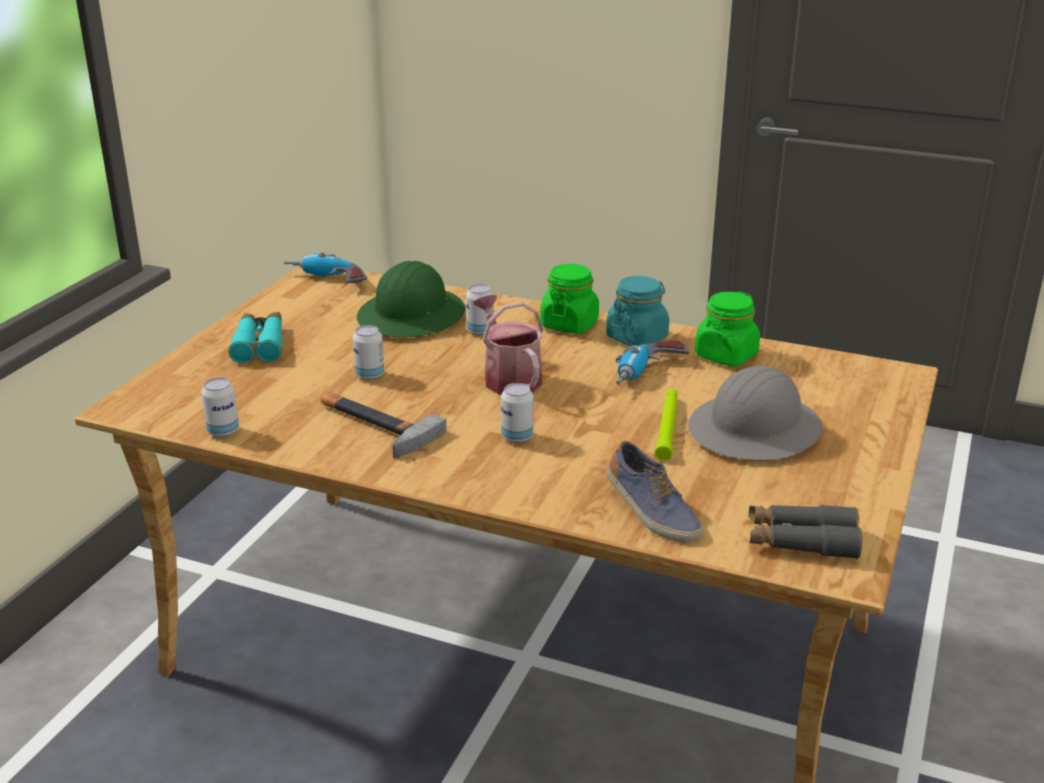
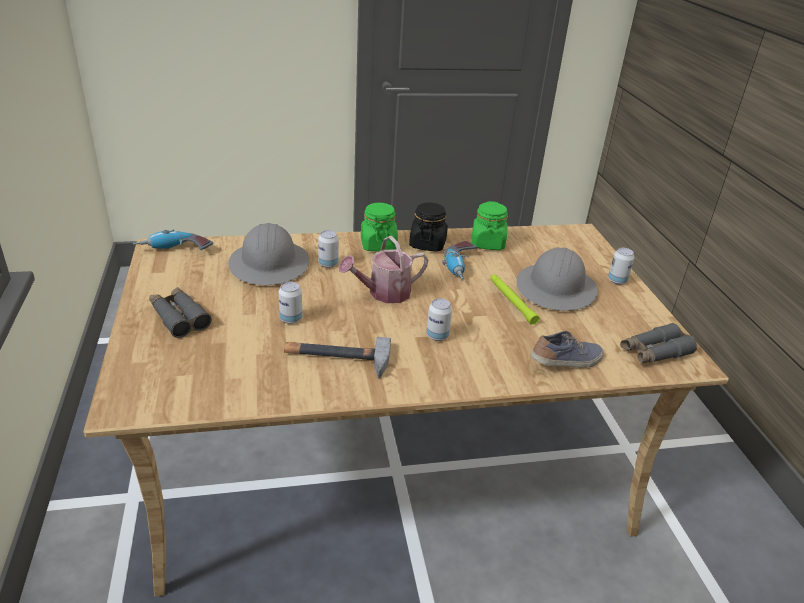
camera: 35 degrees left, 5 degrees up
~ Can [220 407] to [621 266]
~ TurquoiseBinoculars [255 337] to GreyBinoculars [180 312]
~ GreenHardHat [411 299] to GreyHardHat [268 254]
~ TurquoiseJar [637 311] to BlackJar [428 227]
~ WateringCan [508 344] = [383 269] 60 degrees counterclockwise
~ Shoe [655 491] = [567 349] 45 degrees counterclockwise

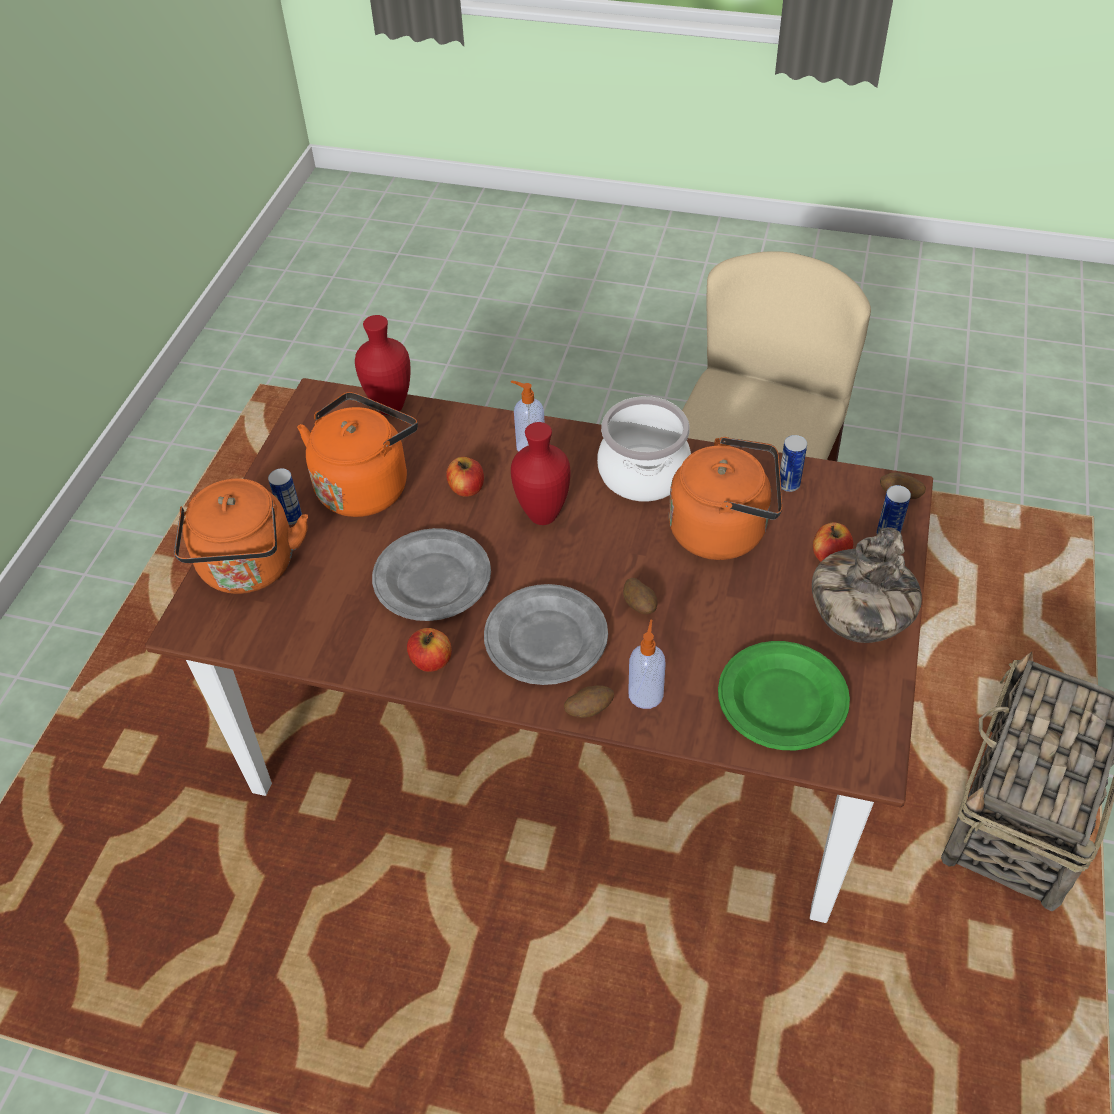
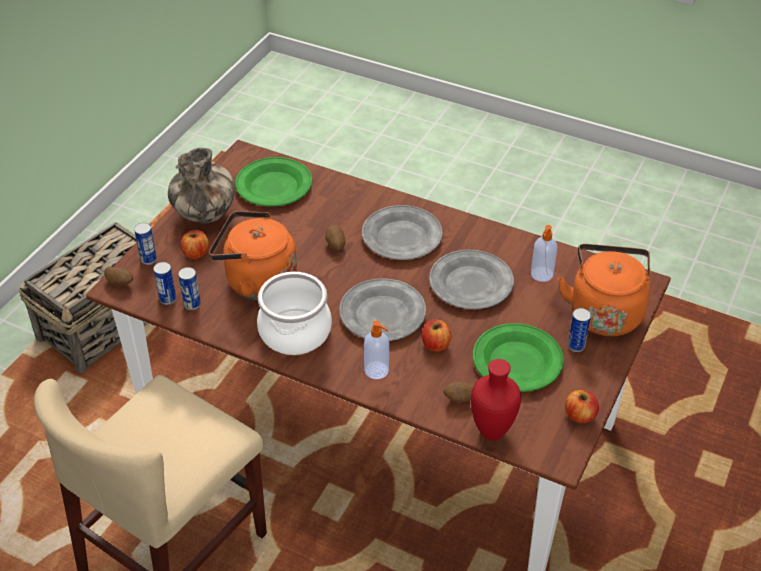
camera: 170 degrees left, 5 degrees down
+ Can [164 283]
~ Apple [429 650] to [582 406]
~ Potato [589 701] to [459 392]
~ SoapDispenser [647 664] to [544 253]
~ OrangeKettle [357 454] to GreenPlate [518 357]
~ RedVase [541 473] to GreyPlate [382 309]

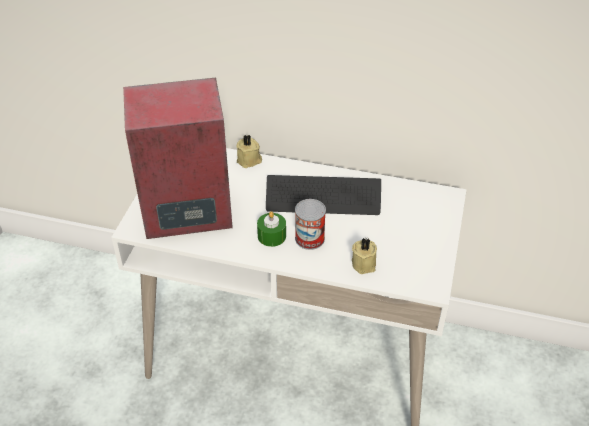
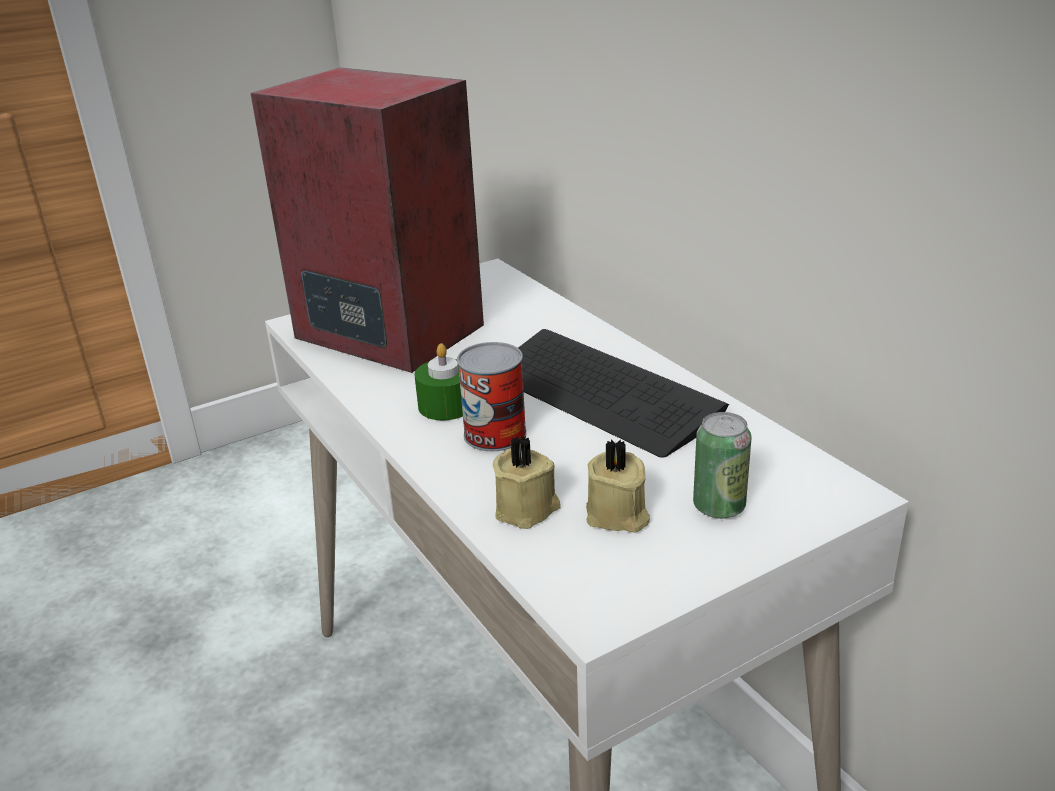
camera: 45 degrees right, 15 degrees down
+ Can [722 465]
~ BeigeCandle [249 151] to [618 486]

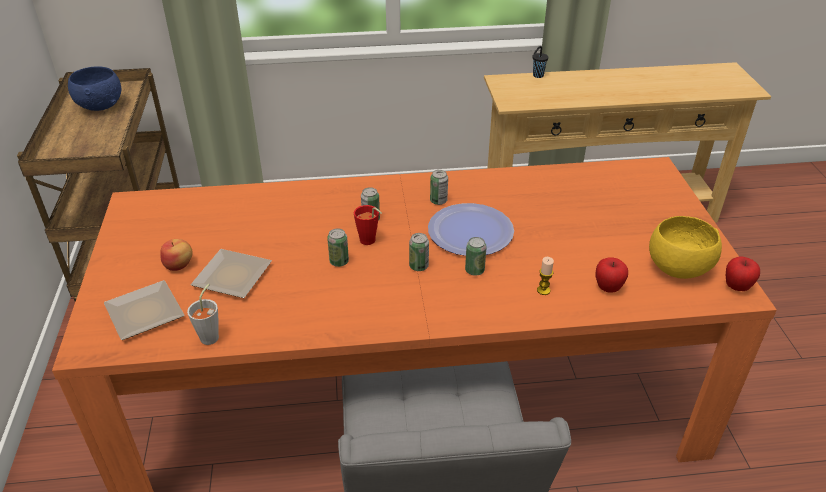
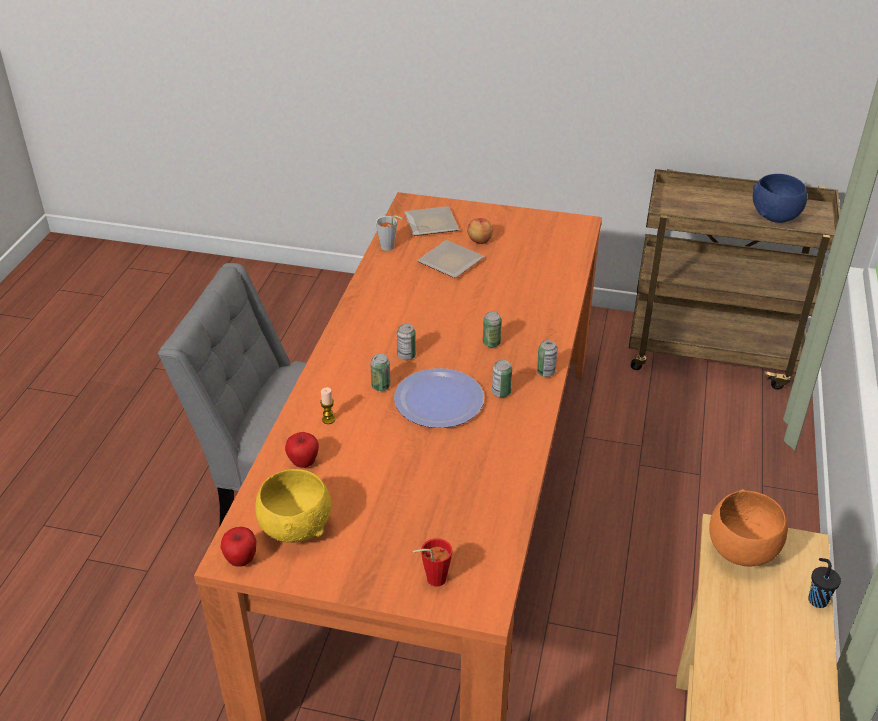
camera: 110 degrees right, 0 degrees up
+ OrangeBowl [748 528]
~ Can [338 247] to [547 358]
~ RedCup [368 225] to [432 562]

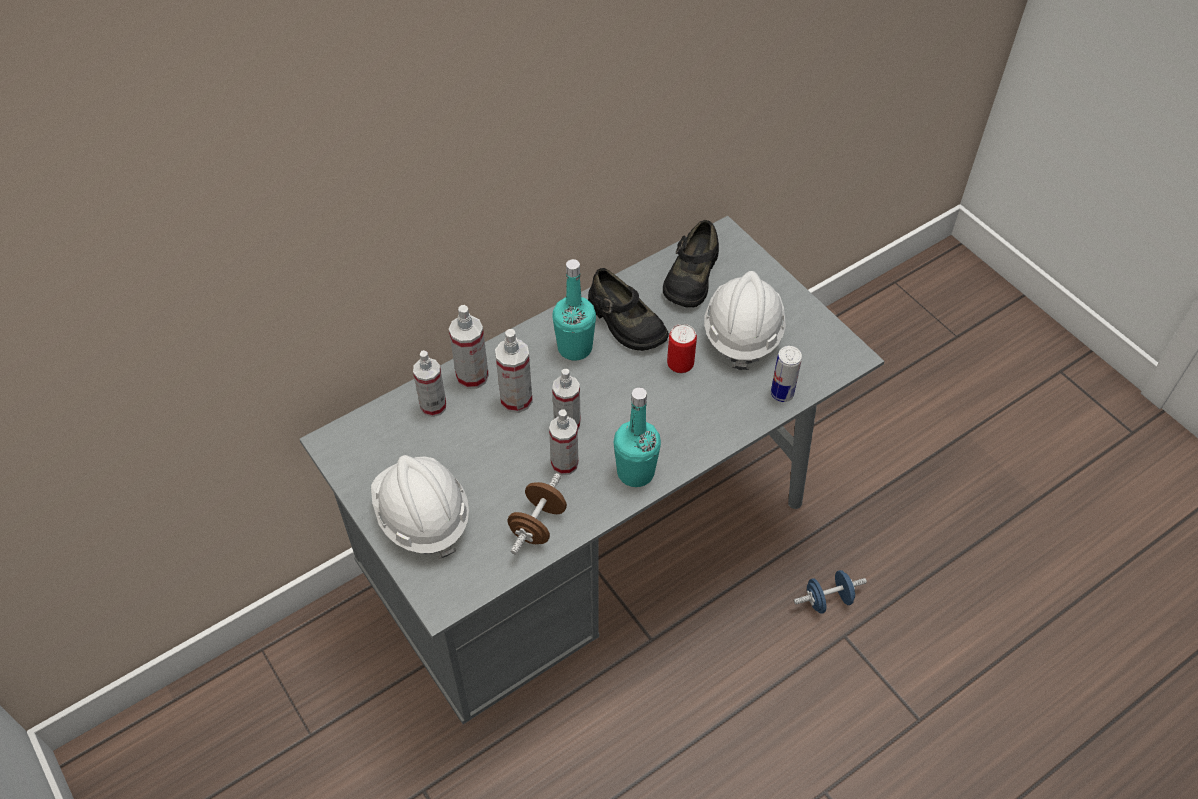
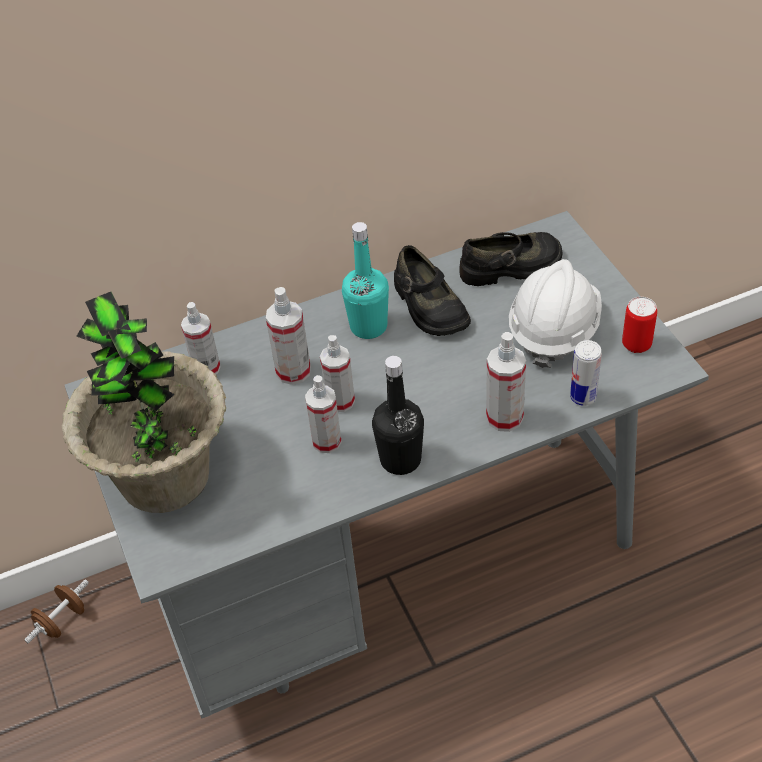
camera: 15 degrees right, 5 degrees down
- BlueDumbbell [830 592]
~ SprayBottle [469 347] to [506 382]
~ BrownDumbbell [537 513] to [57 611]
~ Can [682 348] to [639 325]
~ WhiteHardHat [420 507] to PottedPlant [144 402]
~ TurquoiseBottle [637 437] to BlackBottle [398 415]
~ BlackShoe [691 264] = [510 259] 135 degrees counterclockwise

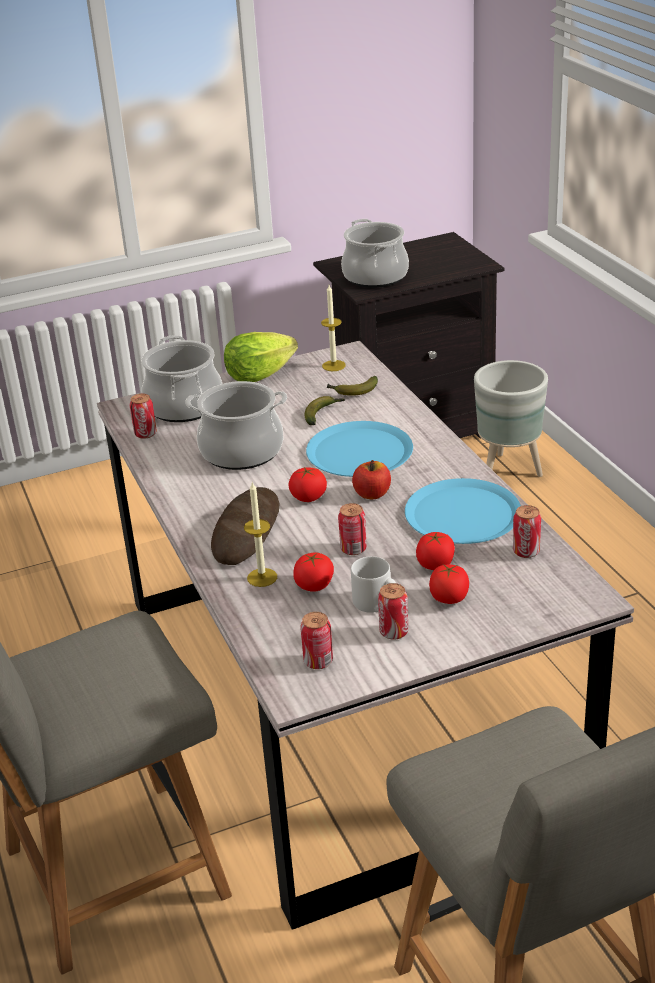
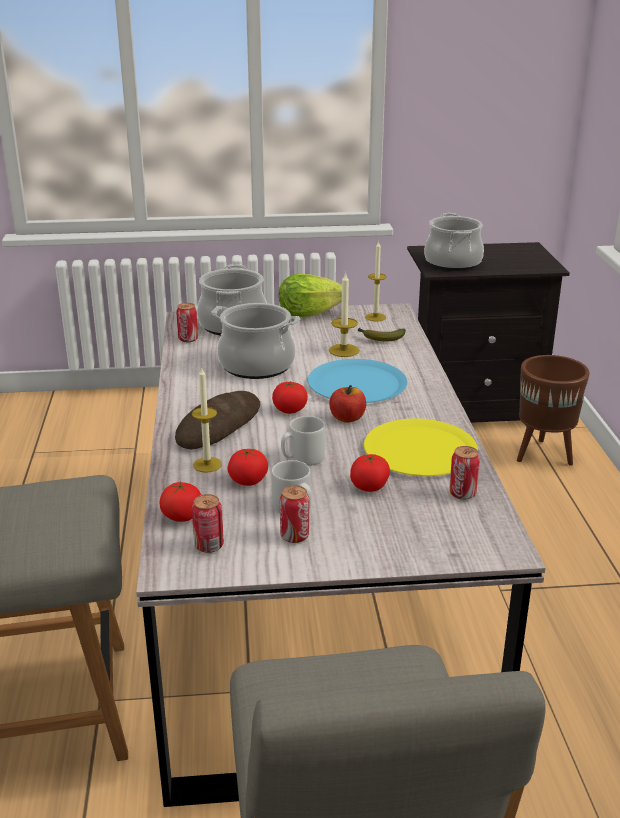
camera: 15 degrees right, 5 degrees down
~ Tomato [449 584] to [180 501]
~ Banana [324 410] to Candle [344 314]
~ Can [352 529] to GreyMug [303 441]
~ BluePlate [463 511] to YellowPlate [421 447]
~ GreyPlanter [511 418] to BrownPlanter [553 410]

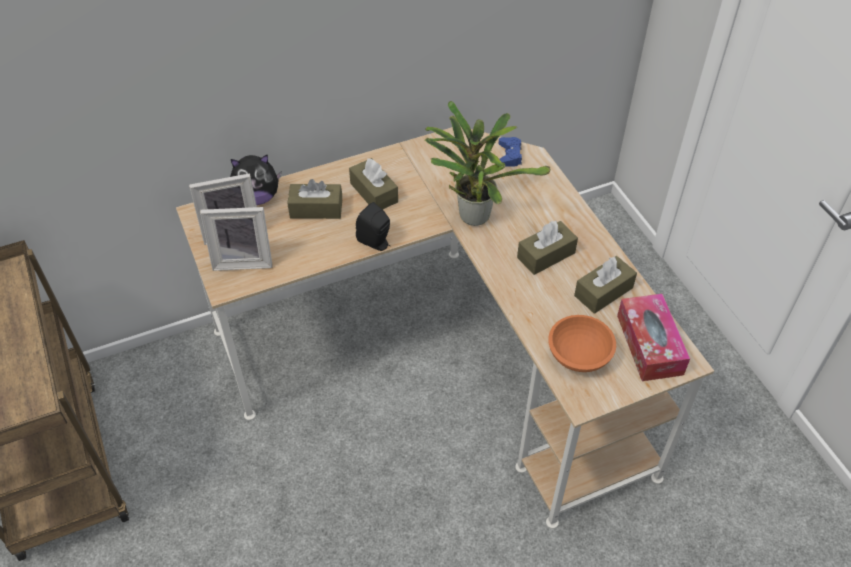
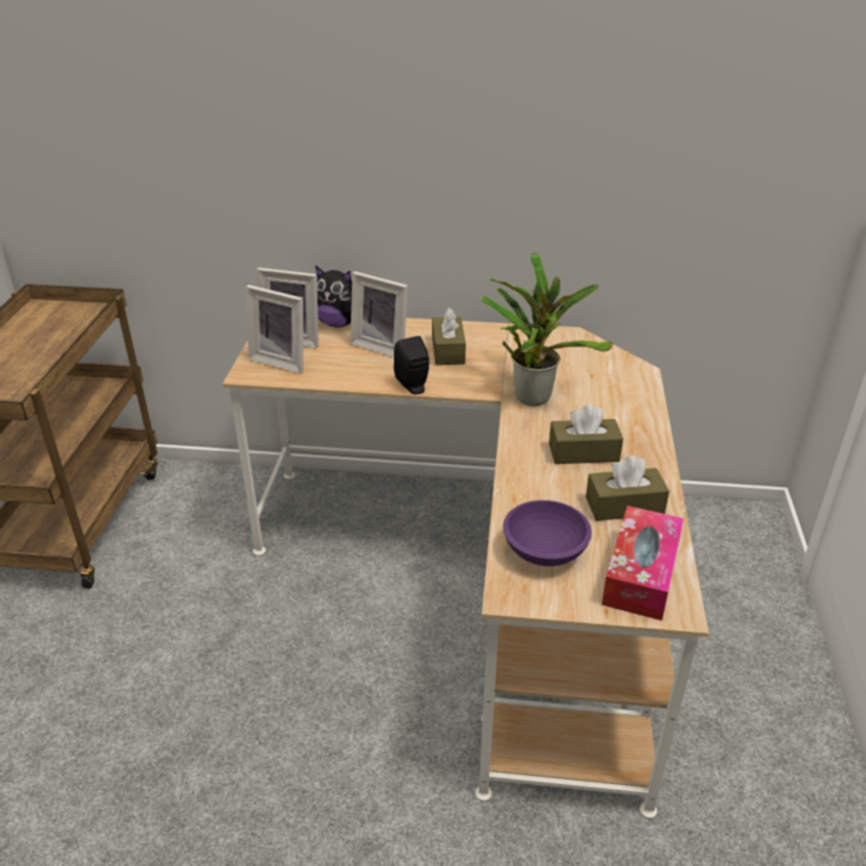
camera: 30 degrees right, 15 degrees down
- BlueGameController [510 152]
~ BrownTissueBox [314 199] to PictureFrame [379 314]
~ OrangeBowl [582 343] to PurpleBowl [547 533]

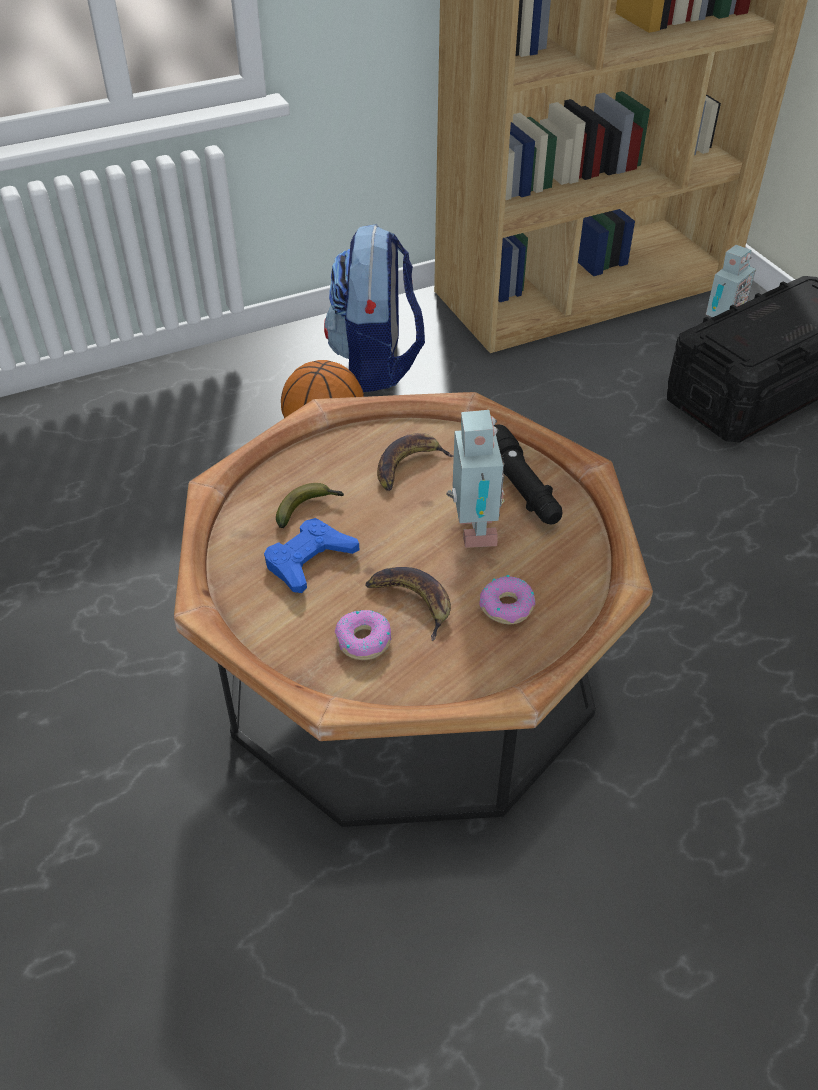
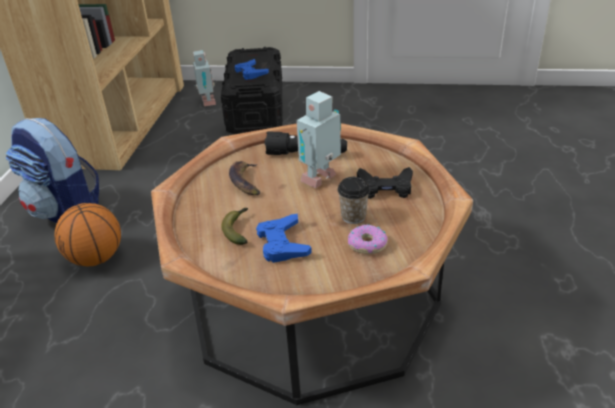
camera: 55 degrees left, 10 degrees down
+ BlueGameController [252 69]
~ Banana [408 604] to Cup [353 200]
~ Donut [507 599] to BlackGameController [385 183]
~ ToyRobot [475 479] = [318 139] 75 degrees counterclockwise

